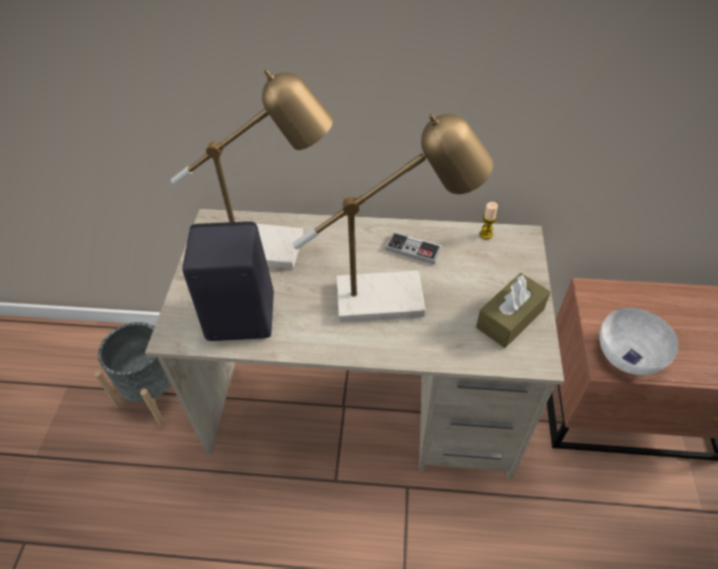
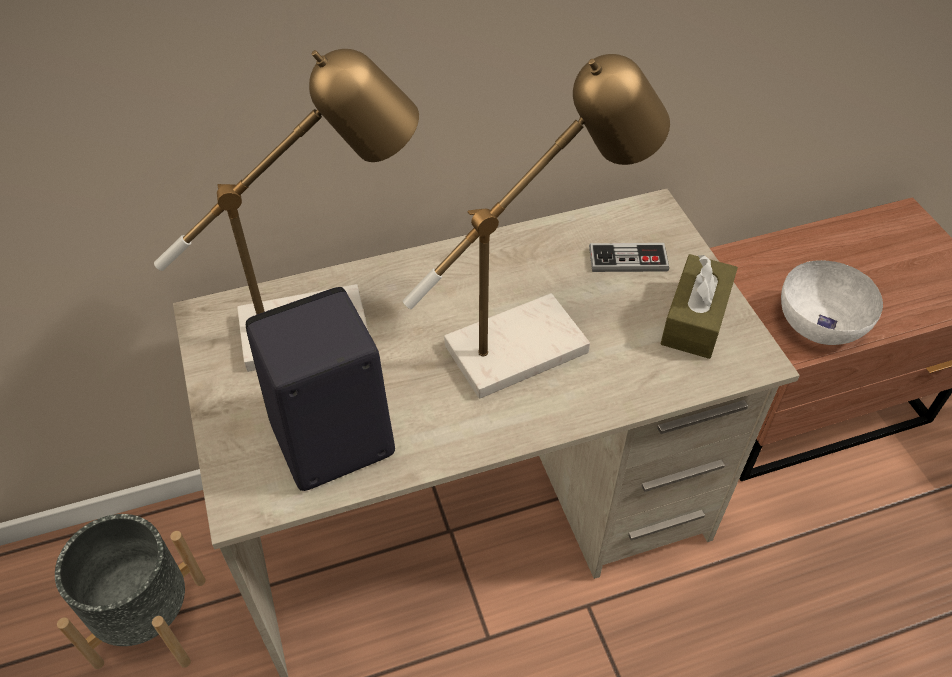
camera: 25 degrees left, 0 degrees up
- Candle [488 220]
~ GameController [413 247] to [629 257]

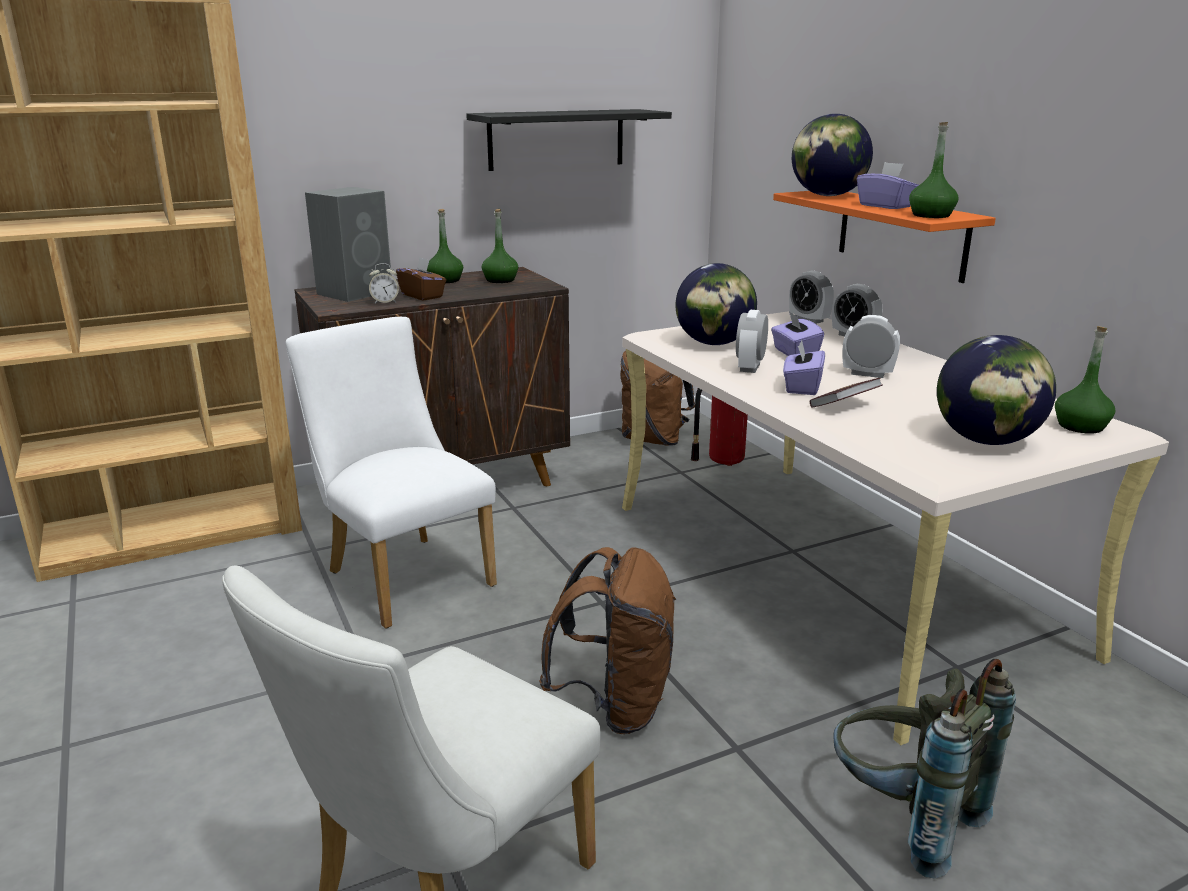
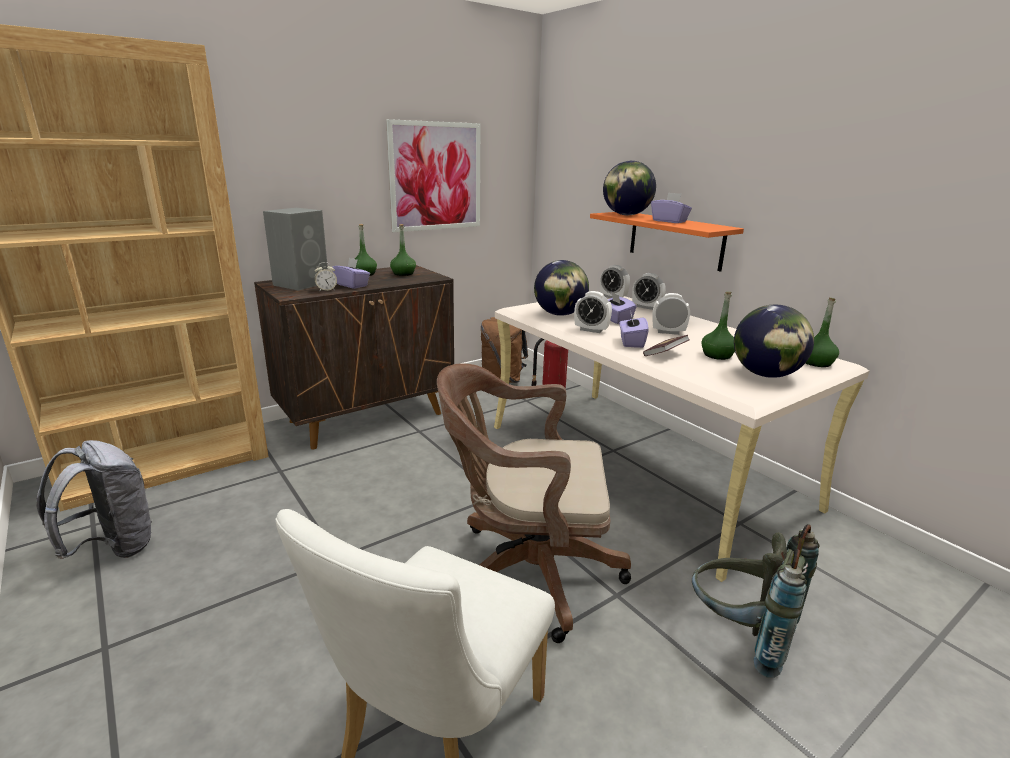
camera: 10 degrees left, 0 degrees up
- WhiteChair [391 472]
+ GreyBackpack [94 499]
~ GreenBottle [933 170] to [718 326]
~ BlackShelf [569 140] to Picture [433 175]
~ BrownBackpack [608 640] to BrownOfficeChair [534 503]
~ BrownTissueBox [421 279] to PurpleTissueBox [351 273]
~ AlarmClock [752 341] = [593 312] 75 degrees counterclockwise

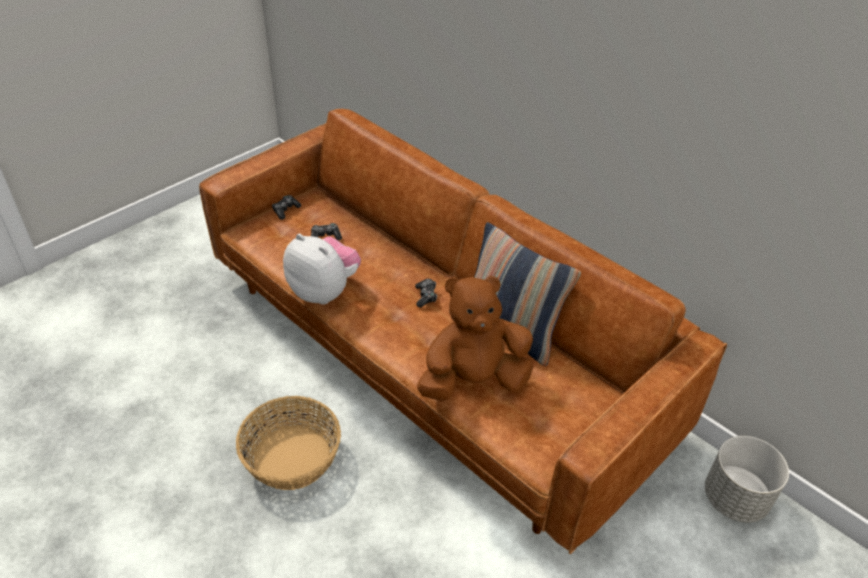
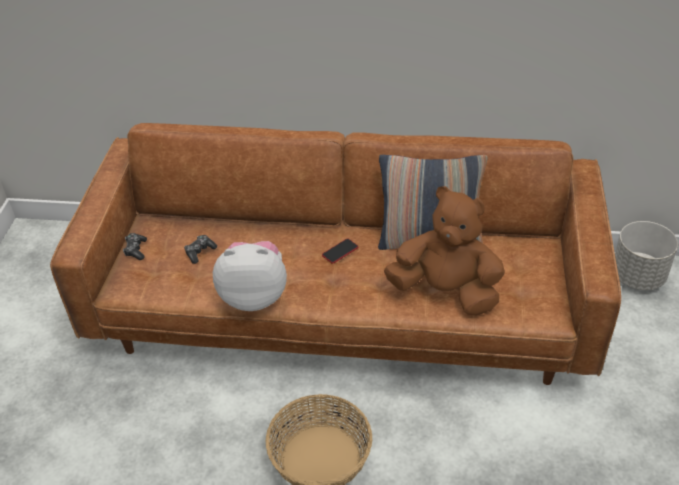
camera: 35 degrees left, 0 degrees up
~ GameController [426 293] to Phone [340 251]
~ BrownPlushToy [475 338] = [444 250] 75 degrees clockwise

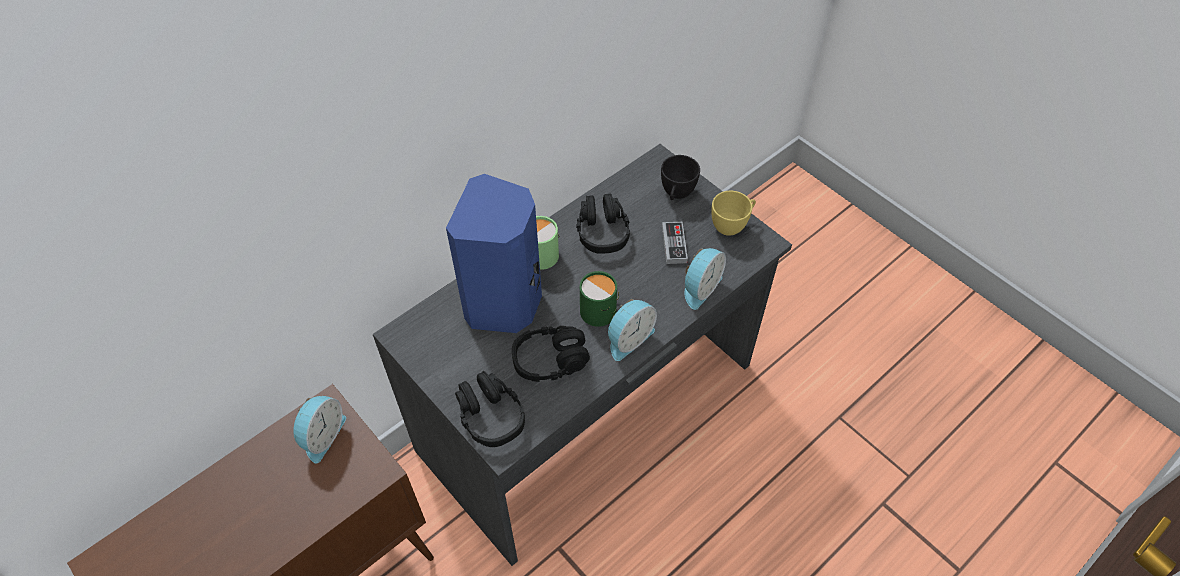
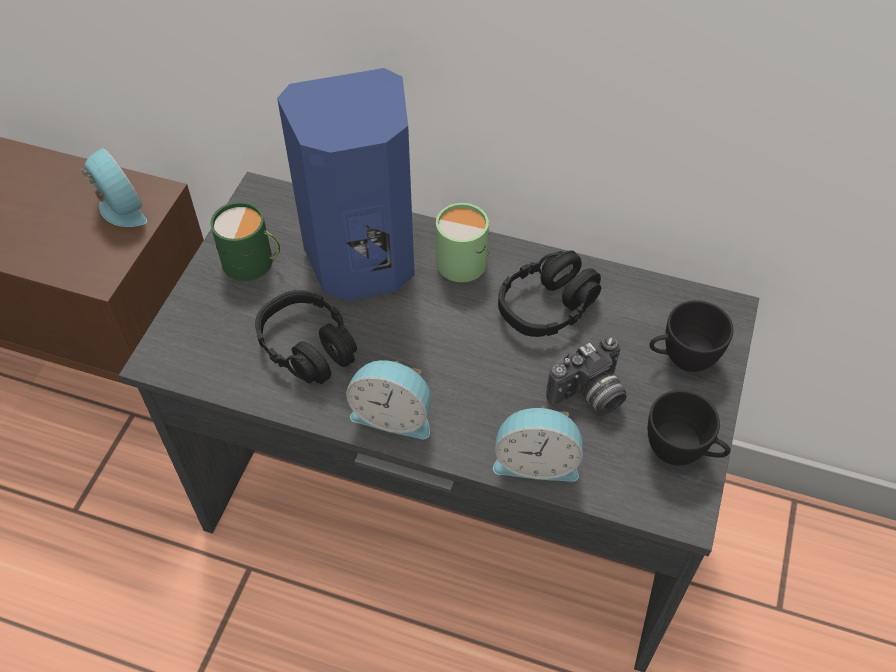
camera: 60 degrees right, 0 degrees up
- BlackHeadphones [490 409]
~ GreenMug [599 299] to [245 241]
~ GameController [675 243] to PhotoCamera [586 375]
~ YellowCup [733 213] to BlackCup [689 427]
~ AlarmClock [319 429] = [113 187] 120 degrees counterclockwise

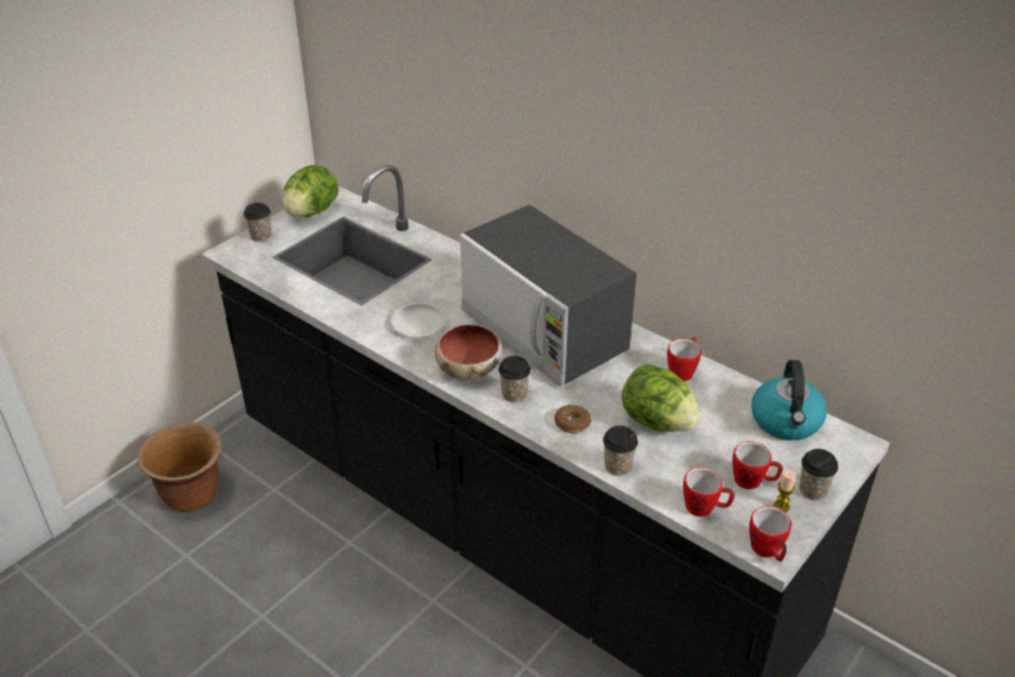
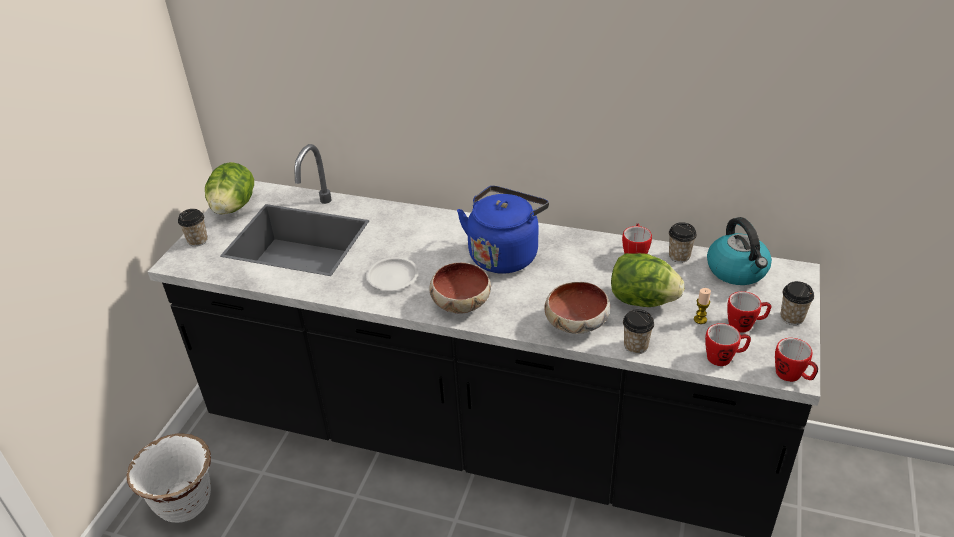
camera: 20 degrees left, 0 degrees up
~ Cup [514 379] to [683 242]
~ Candle [784 491] to [702 306]
~ Microwave [548 295] to BlueKettle [503 230]
~ Donut [573 418] to Bowl [577 308]
~ BrownPlanter [179 467] to WhitePlanter [169 478]

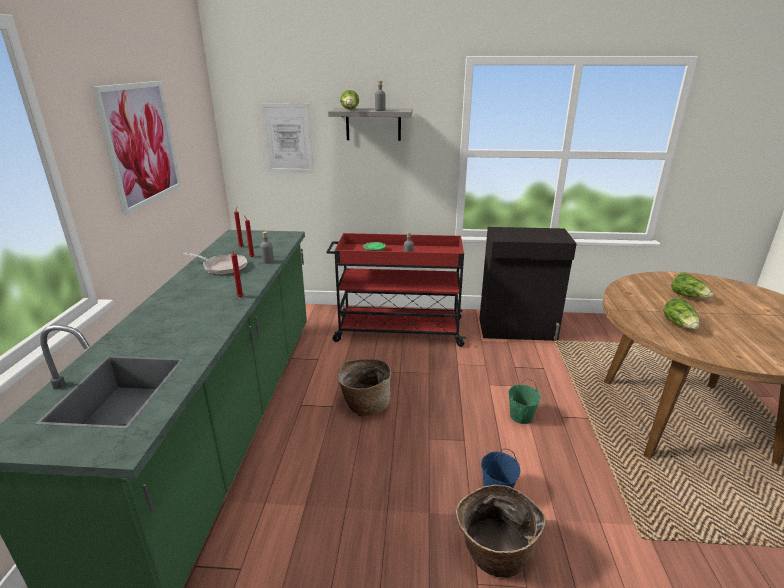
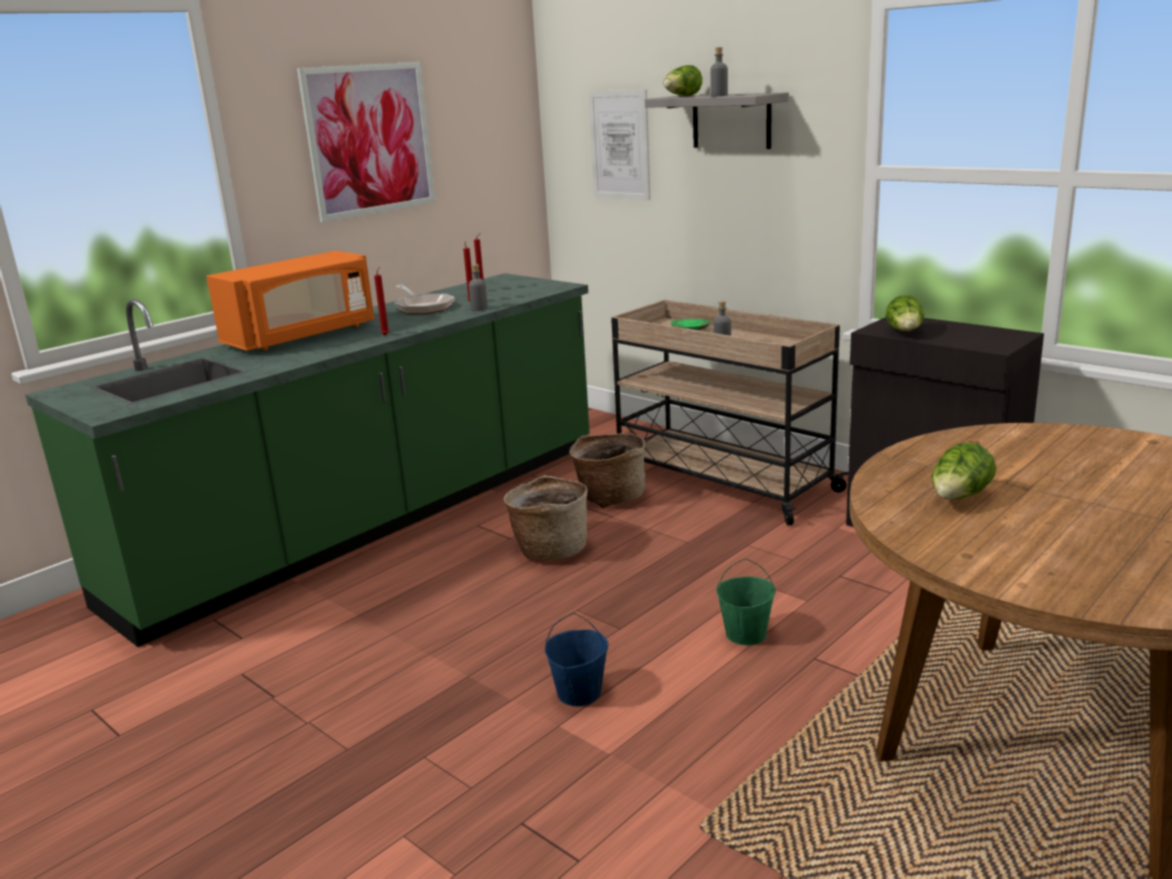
camera: 40 degrees right, 5 degrees down
+ OrangeMicrowave [290 301]
~ Basket [500 531] to [607 471]
~ Lettuce [692 285] to [905 313]
~ RedCart [397 290] to BeigeCart [729 412]

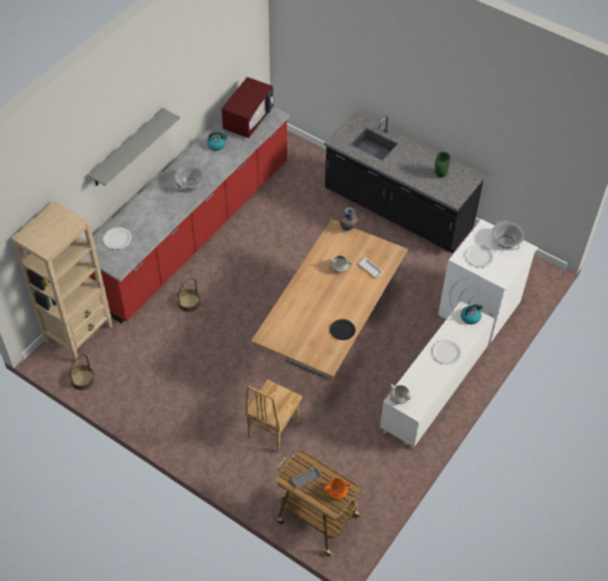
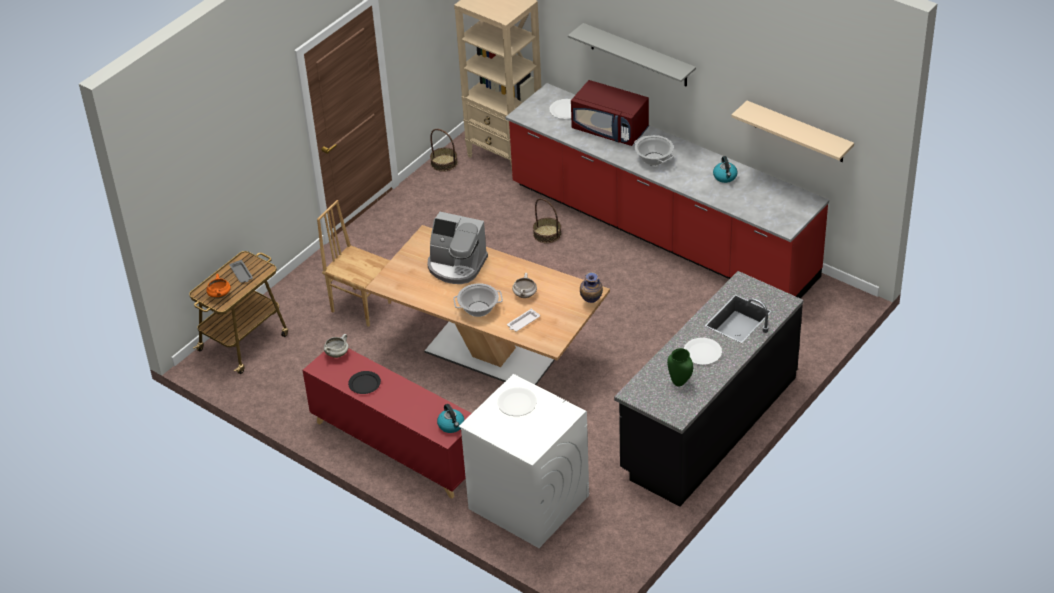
camera: 95 degrees right, 10 degrees down
+ CoffeeMachine [458 248]
+ BeigeShelf [792 131]
~ RedMicrowave [247 107] to [610 113]
~ BlackPlate [342 329] to [364 382]
~ WhitePlate [447 351] to [703 351]
~ CookingPot [508 235] to [478 300]
~ WhiteCabinet [437 375] to RedCabinet [387 423]

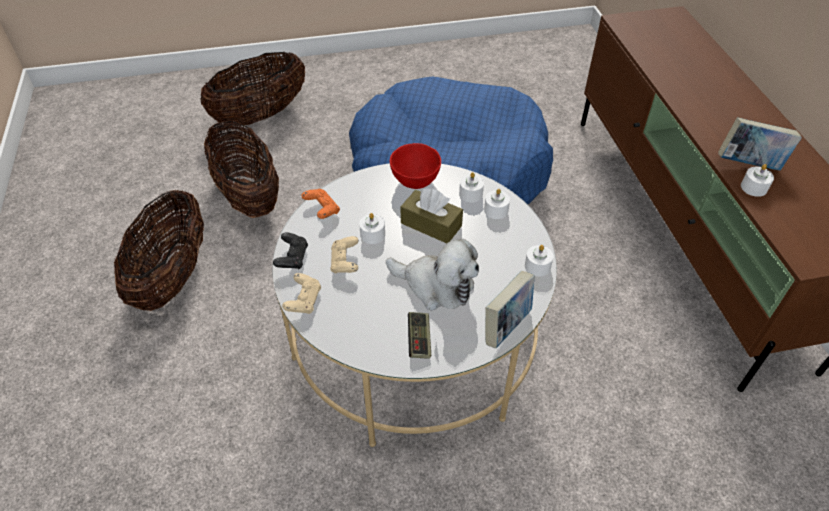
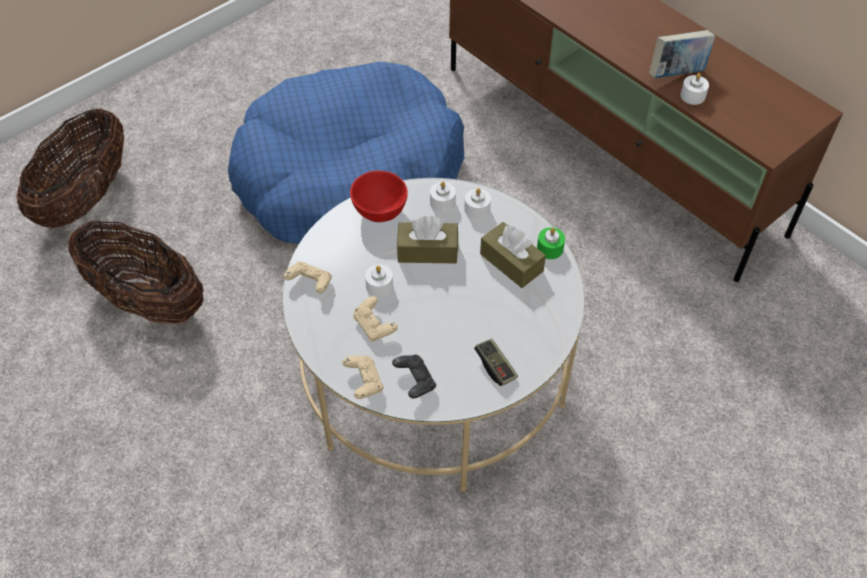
camera: 30 degrees left, 5 degrees up
- Basket [159 250]
- PlushToy [432 274]
- Book [510 309]
+ BrownTissueBox [513 255]
~ BlackGameController [290 251] to [414 376]
~ OrangeGameController [320 204] to BeigeGameController [307 277]
~ WhiteCandle [539 260] to GreenCandle [551 243]

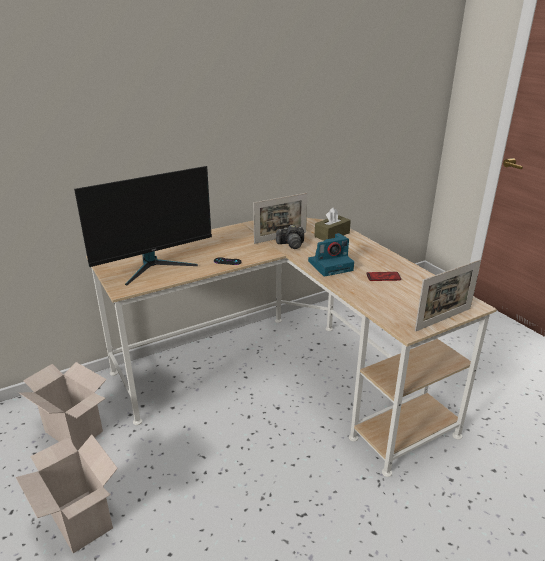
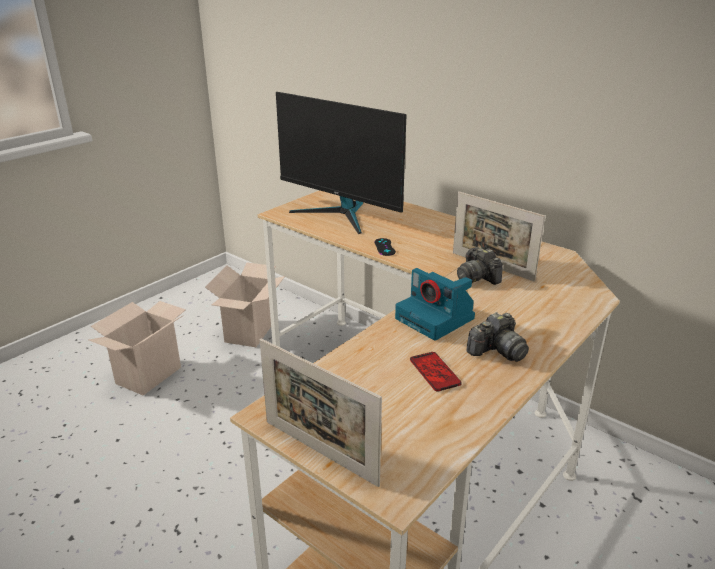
camera: 70 degrees right, 0 degrees up
- BrownTissueBox [332 224]
+ PhotoCamera [497 337]

